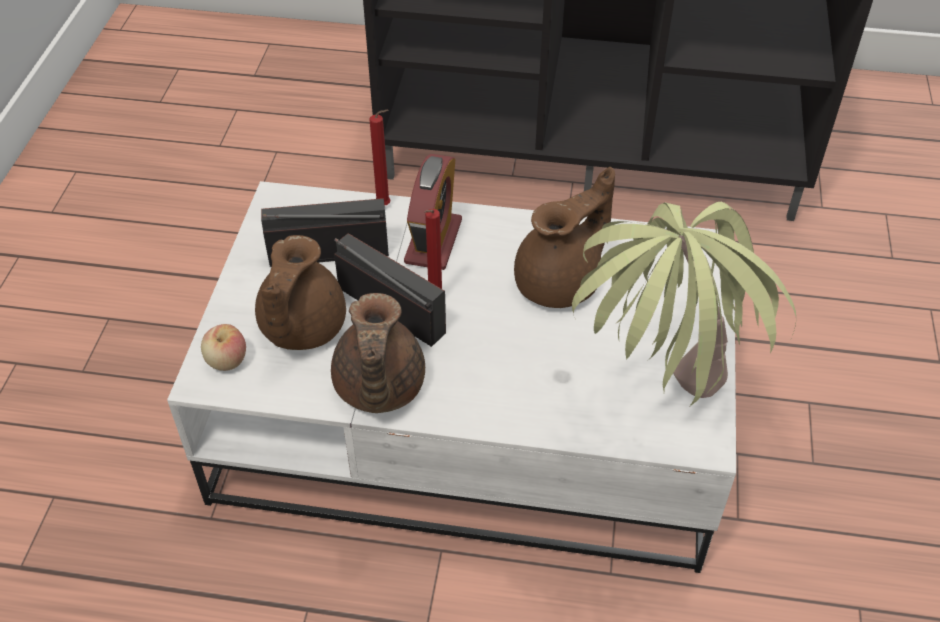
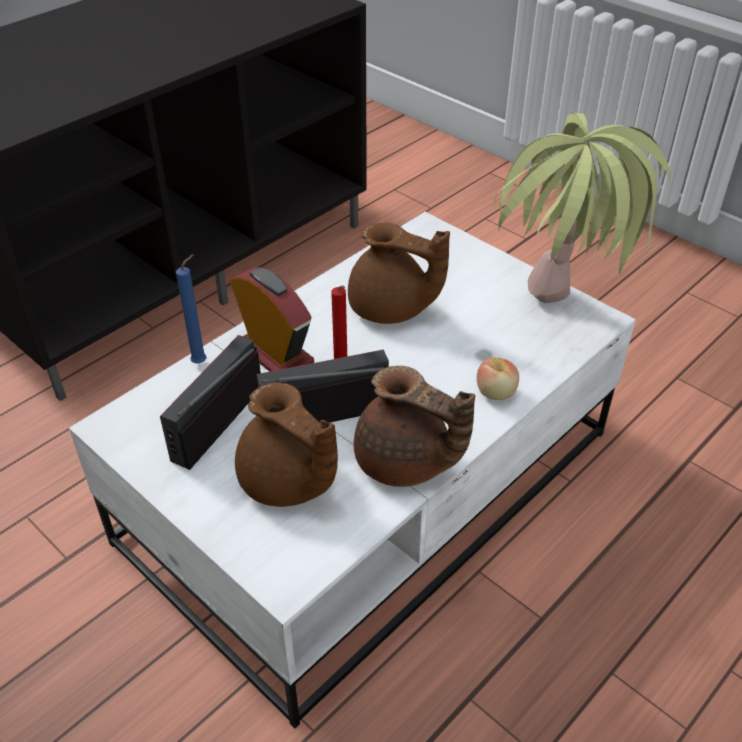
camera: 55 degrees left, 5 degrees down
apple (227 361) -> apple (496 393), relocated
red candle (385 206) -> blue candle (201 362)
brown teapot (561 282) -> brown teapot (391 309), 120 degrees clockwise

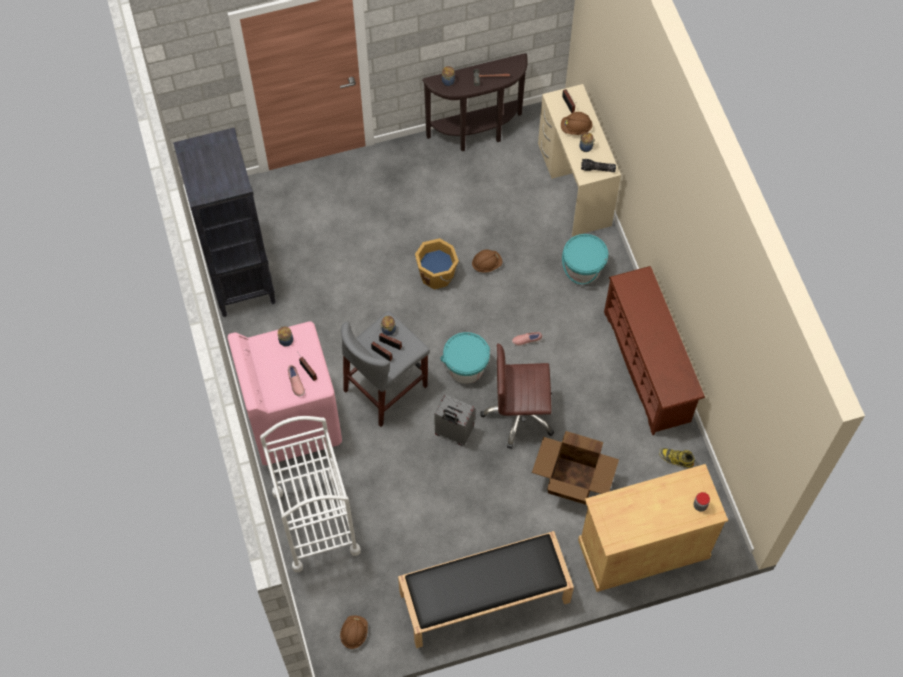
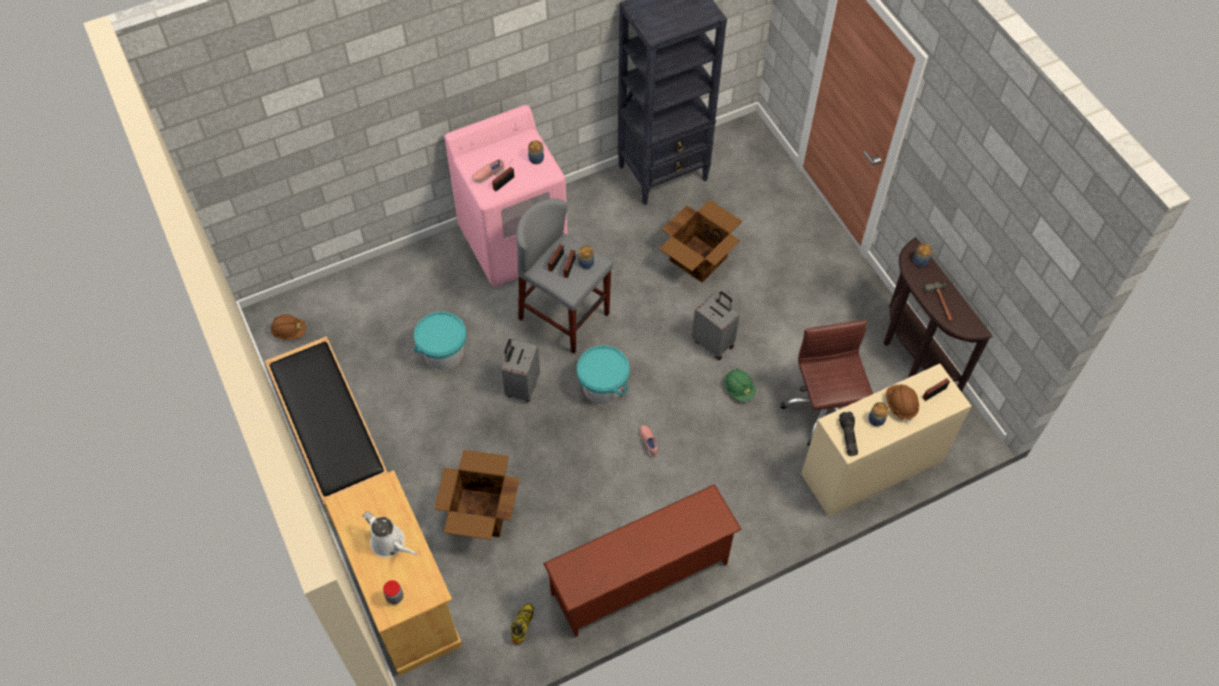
camera: 80 degrees right, 5 degrees down
white cart (316 522) -> none
none -> white watering can (390 543)
none -> cardboard box (699 258)
brown office chair (519 414) -> brown office chair (824 411), relocated
turquoise bucket (583 269) -> turquoise bucket (443 353), relocated
orange bucket (437 274) -> grey suitcase (714 343)
brown hard hat (486 264) -> green hard hat (738 389)

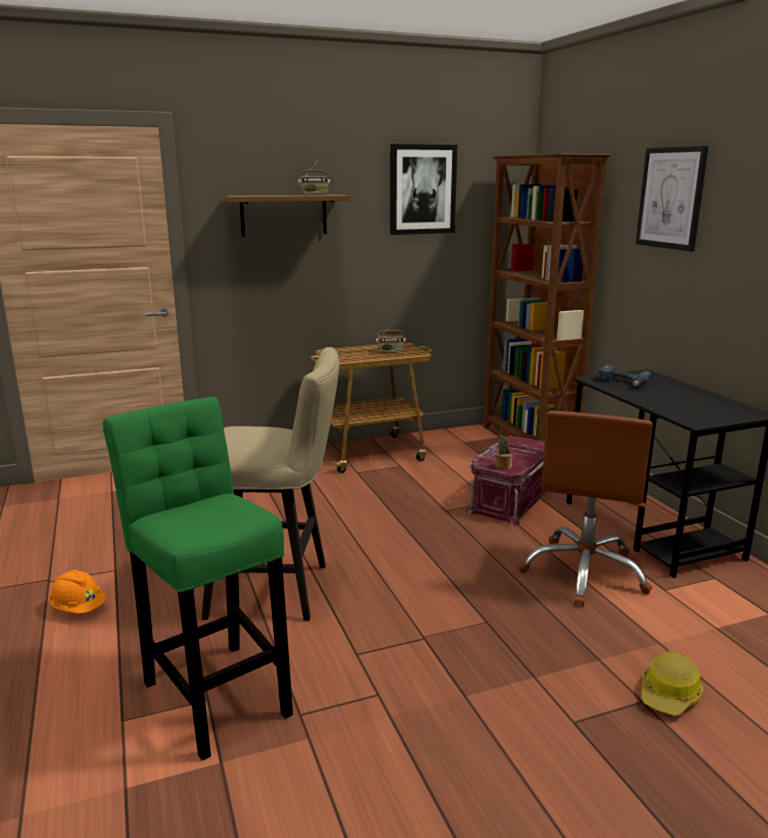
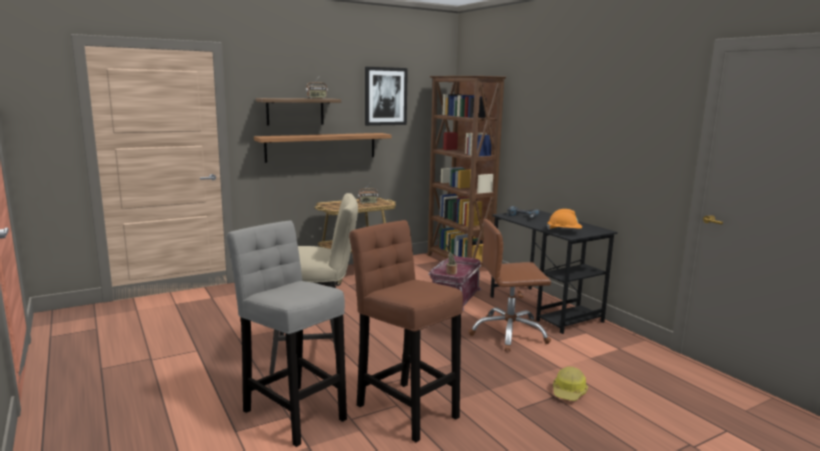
camera: 10 degrees left, 5 degrees down
picture (671 198) -> none
none -> shelf (321 147)
none -> brown stool (404 408)
orange hard hat (79 608) -> orange hard hat (564 231), relocated
green stool (215 692) -> grey stool (292 412)
brown office chair (584 572) -> brown office chair (509 334), 75 degrees clockwise

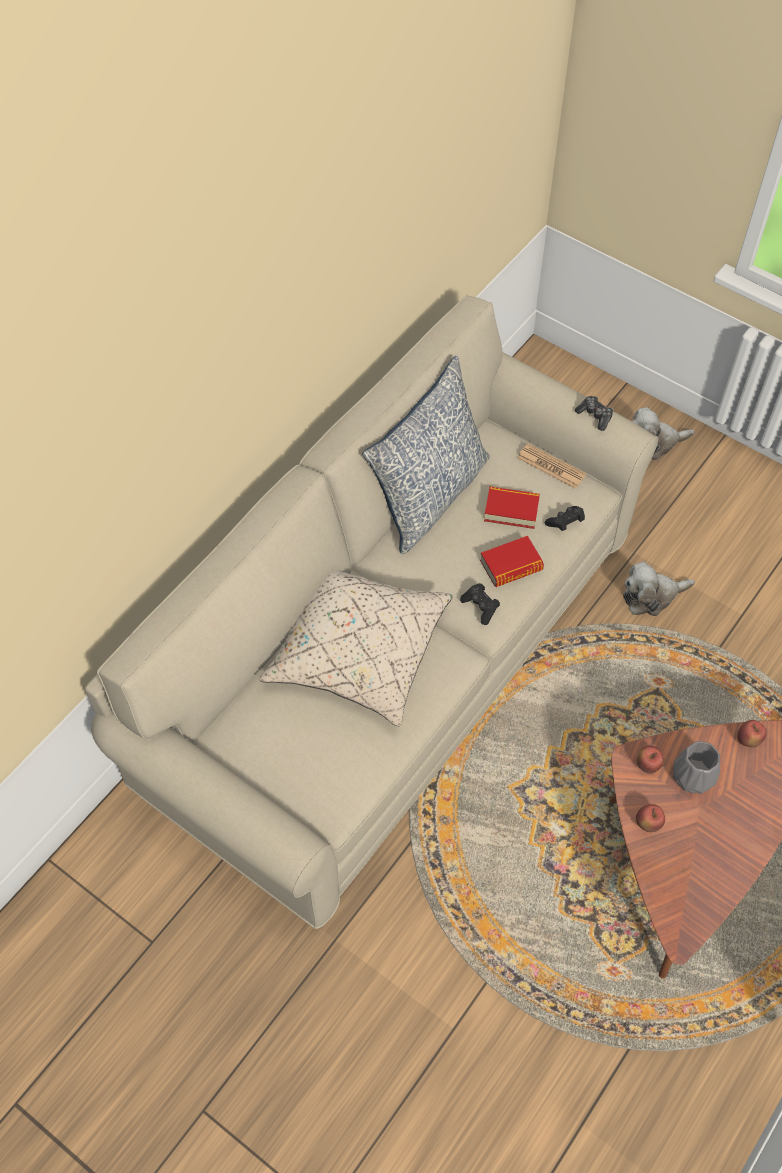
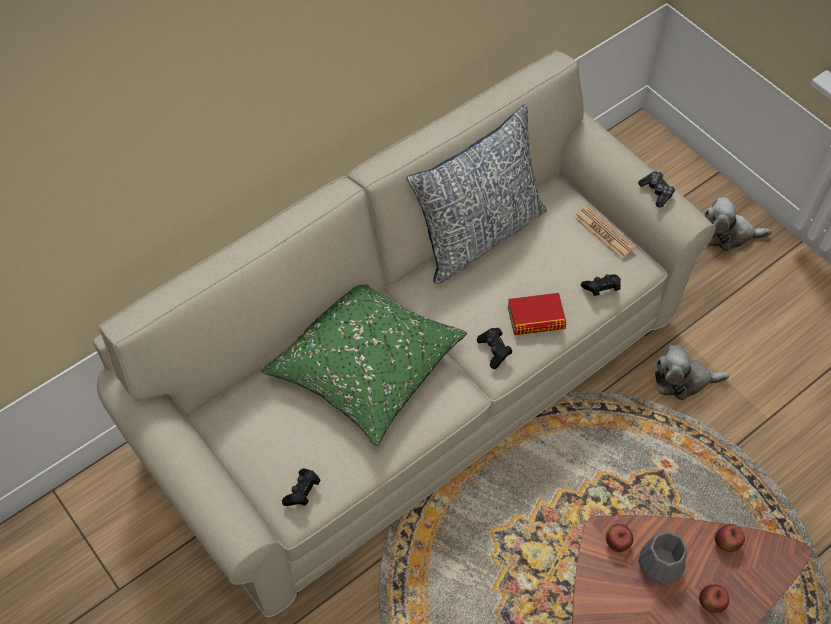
camera: 15 degrees right, 0 degrees up
book (511 510) -> none
none -> black game controller (302 492)
apple (647 824) -> apple (710 603), relocated
beige pillow (357 650) -> green pillow (364 364)

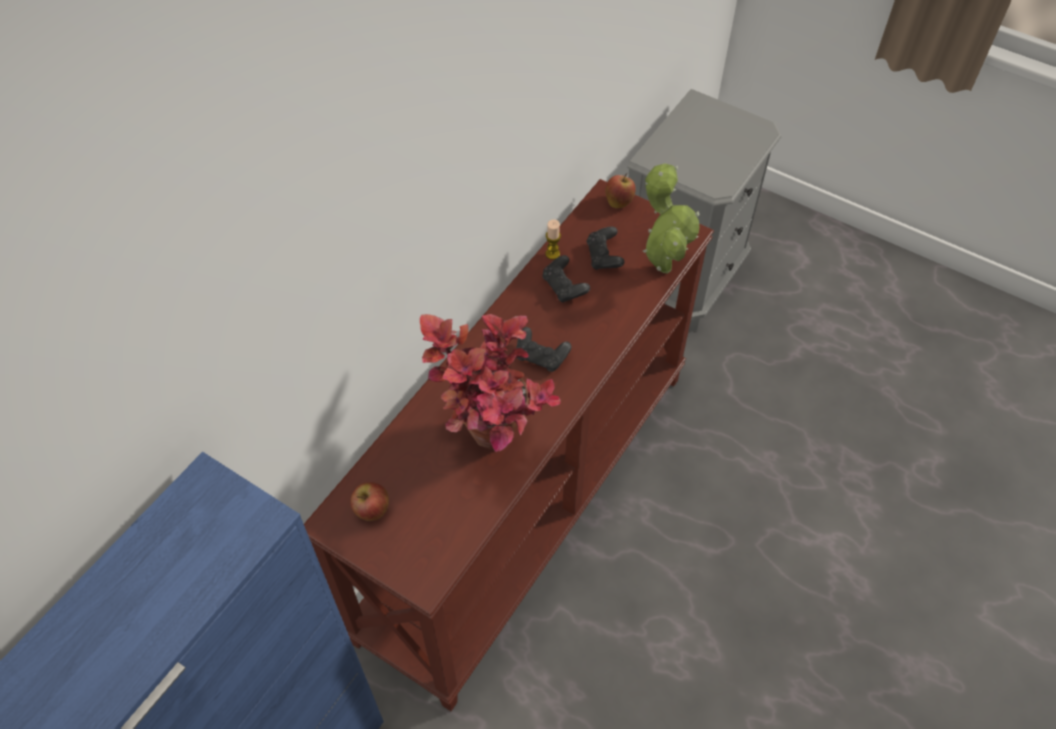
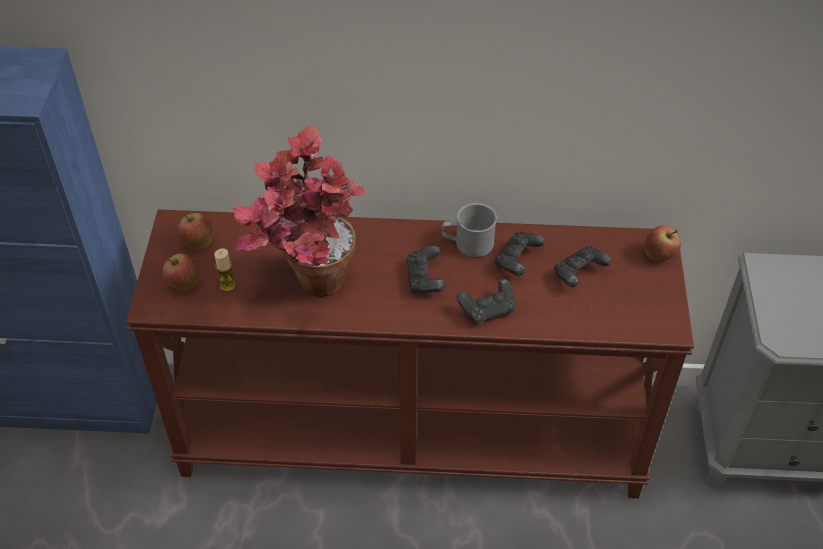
camera: 60 degrees right, 5 degrees down
potted plant (662 264) -> none
none -> apple (184 284)
none -> grey mug (468 243)
none -> black game controller (487 310)
candle (552 254) -> candle (227 285), relocated

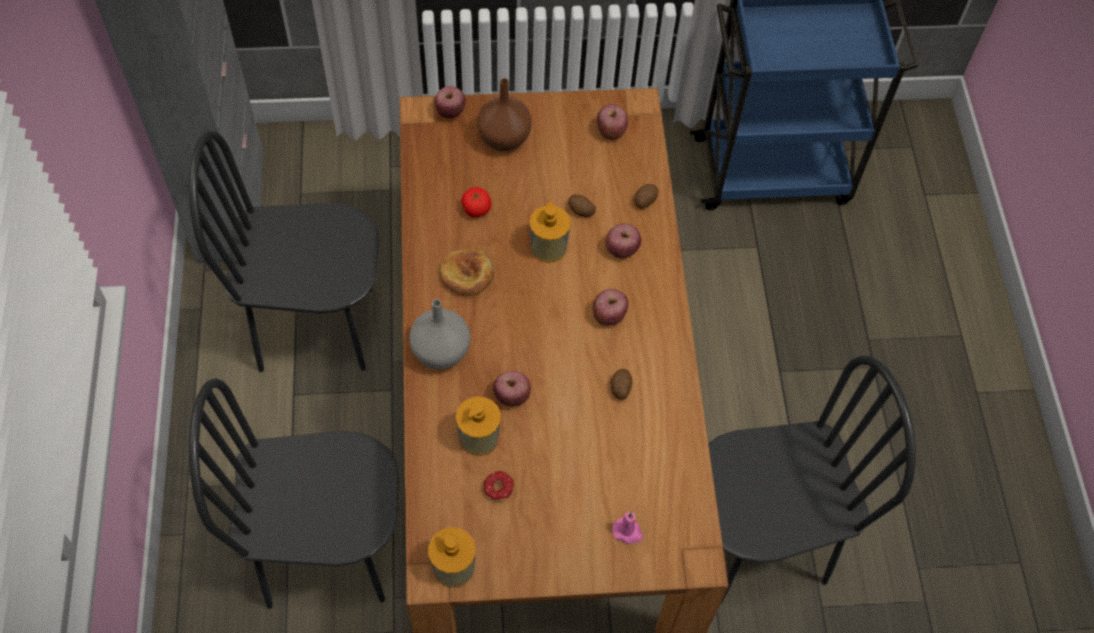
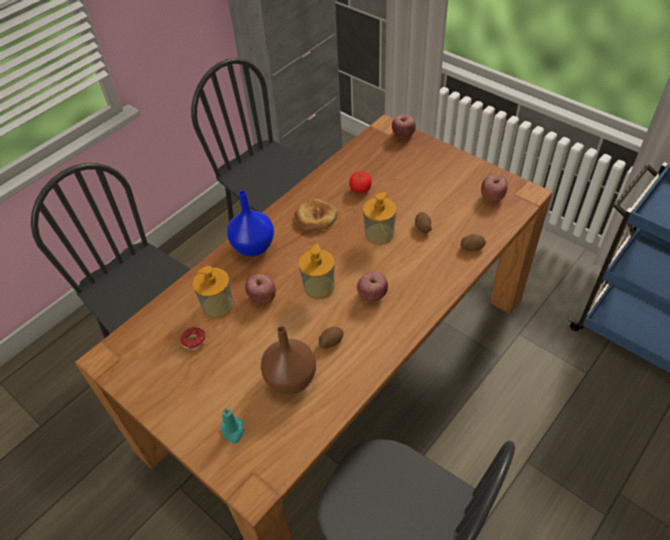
camera: 50 degrees right, 10 degrees down
apple (621 250) -> none
soap dispenser (453 567) -> soap dispenser (319 287), relocated
brown vase (503 139) -> brown vase (290 379), relocated
grey vase (440 351) -> blue vase (253 246)
pink candle (628 532) -> turquoise candle (233 431)

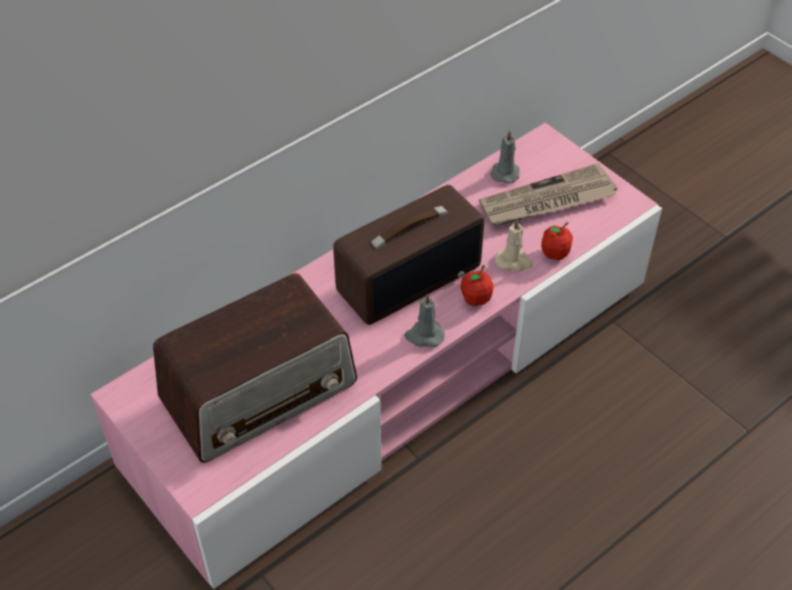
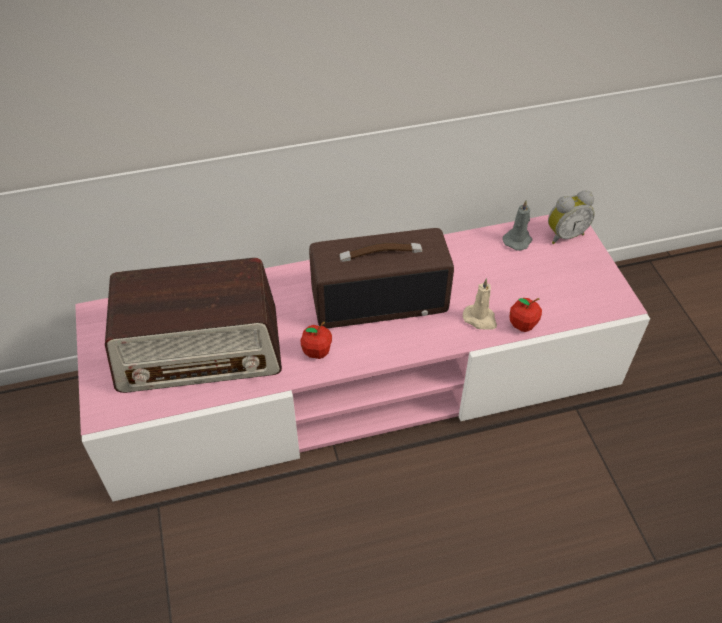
camera: 25 degrees right, 0 degrees up
grey candle (424 335) -> none
newspaper (547 201) -> none
none -> alarm clock (564 235)
apple (476 299) -> apple (317 351), relocated

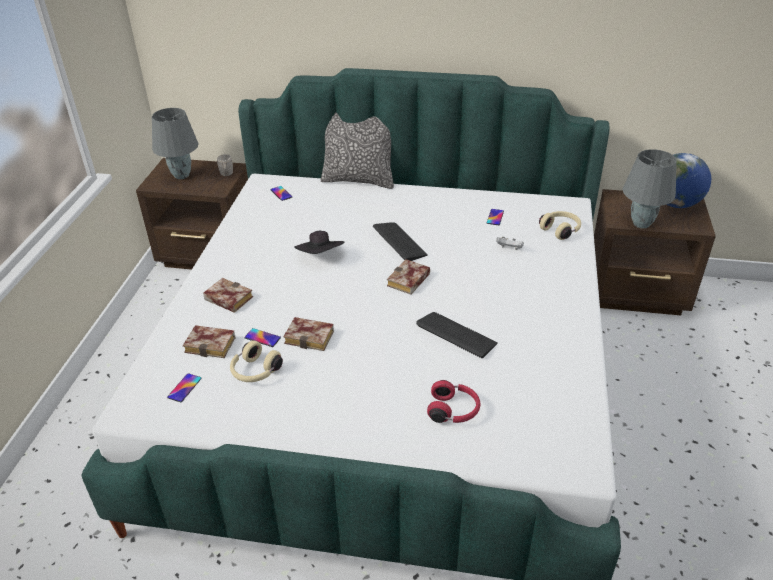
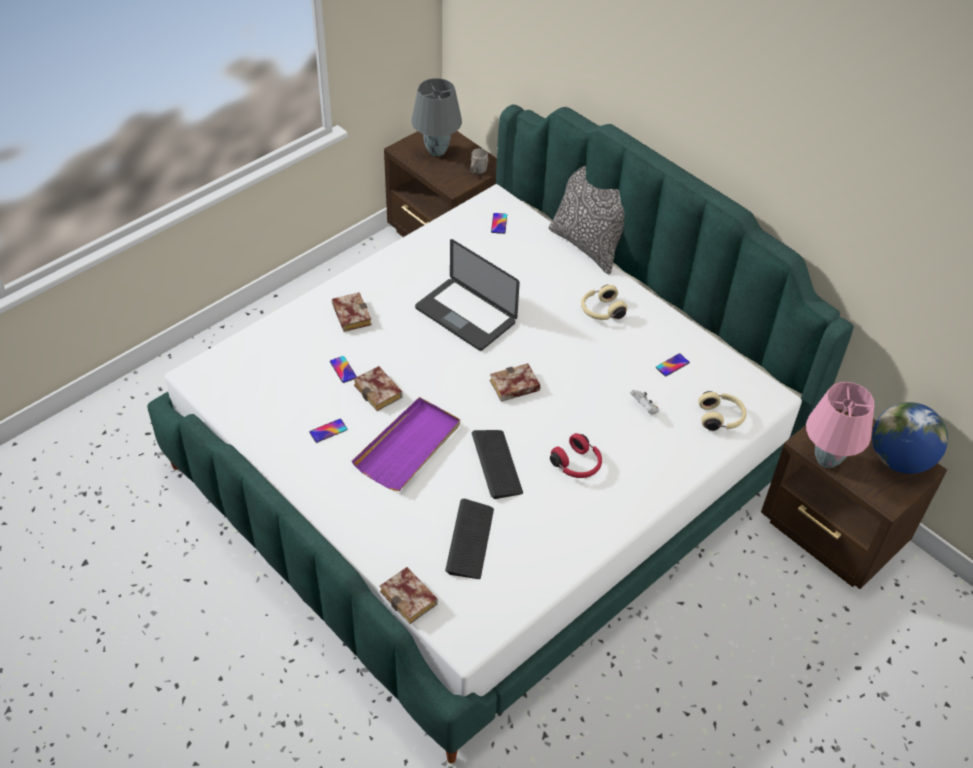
camera: 35 degrees right, 10 degrees up
none -> purple tray (409 446)
phone (184 388) -> phone (328 431), relocated
book (212 344) -> book (411 599), relocated
beige headphones (255 371) -> beige headphones (601 311), relocated
keyboard (399 242) -> keyboard (470 540), relocated
red headphones (454 410) -> red headphones (577 465), relocated
black hat (321 256) -> laptop (465 315)
grey table lamp (640 223) -> pink table lamp (827 459)

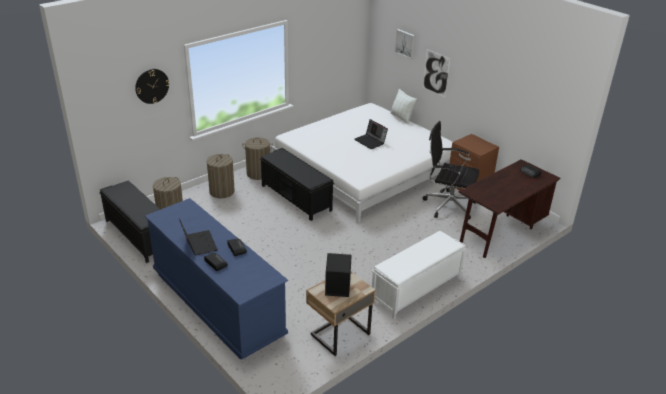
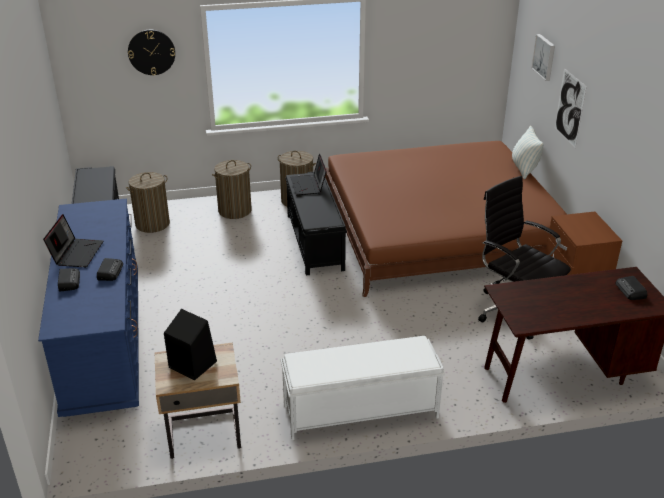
camera: 30 degrees right, 0 degrees up
laptop (370 141) -> laptop (308 185), relocated
white bed (364 168) -> brown bed (439 228)

